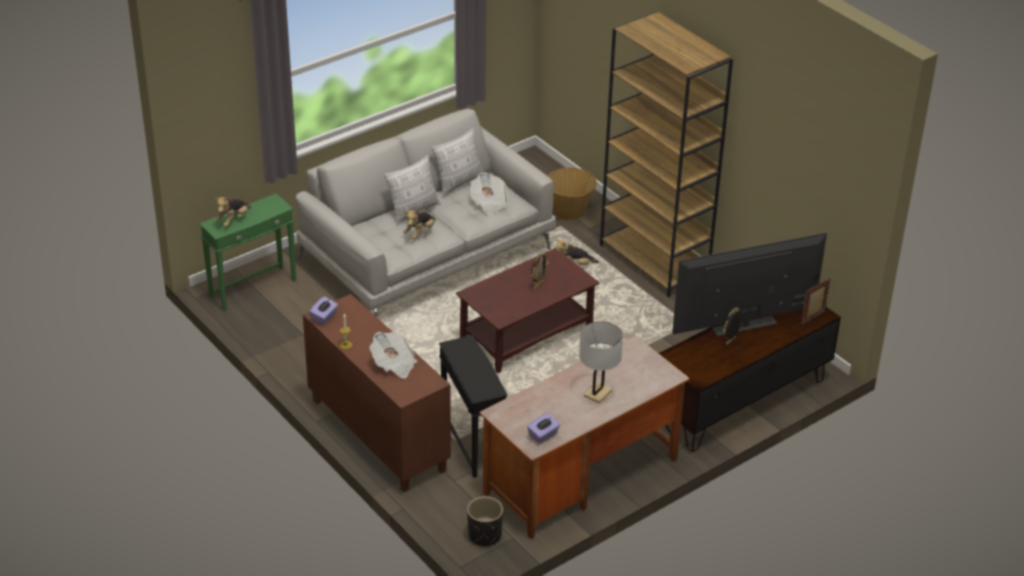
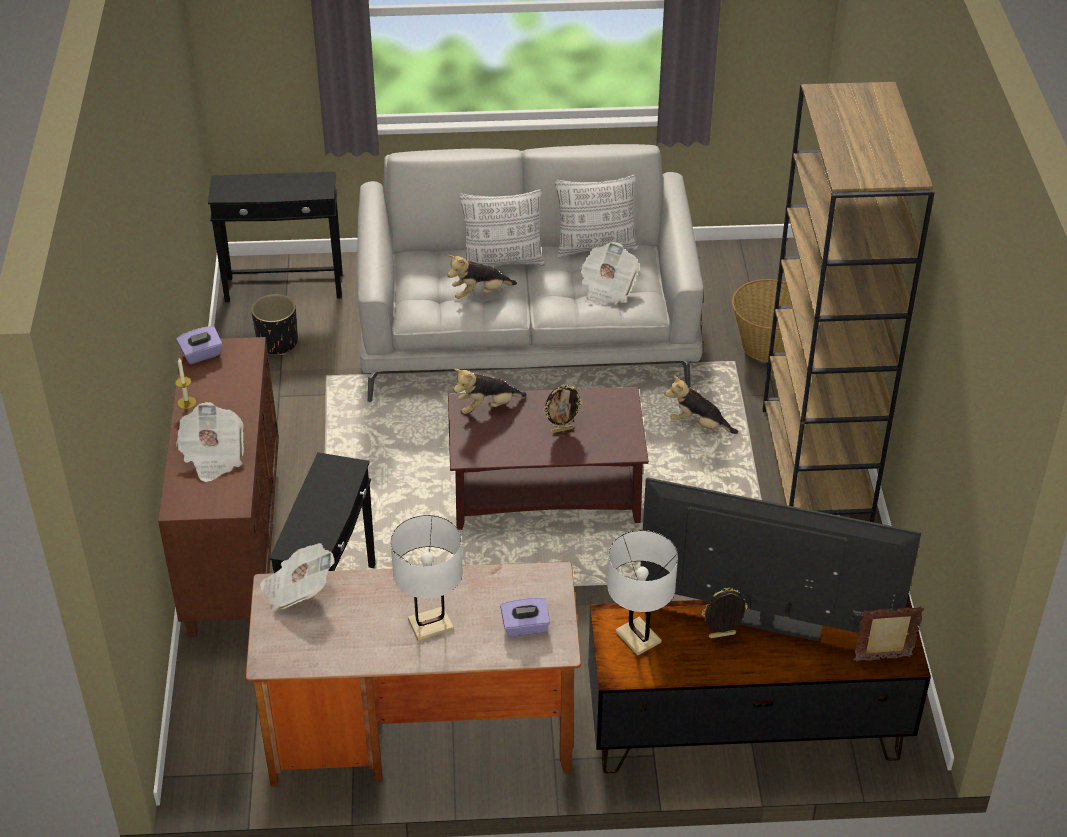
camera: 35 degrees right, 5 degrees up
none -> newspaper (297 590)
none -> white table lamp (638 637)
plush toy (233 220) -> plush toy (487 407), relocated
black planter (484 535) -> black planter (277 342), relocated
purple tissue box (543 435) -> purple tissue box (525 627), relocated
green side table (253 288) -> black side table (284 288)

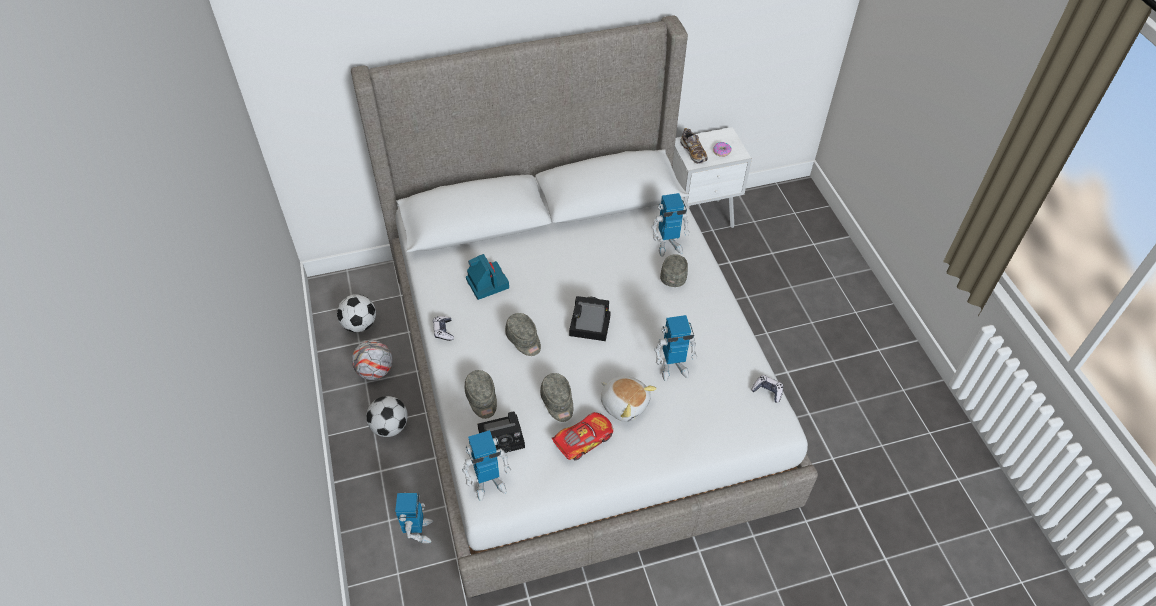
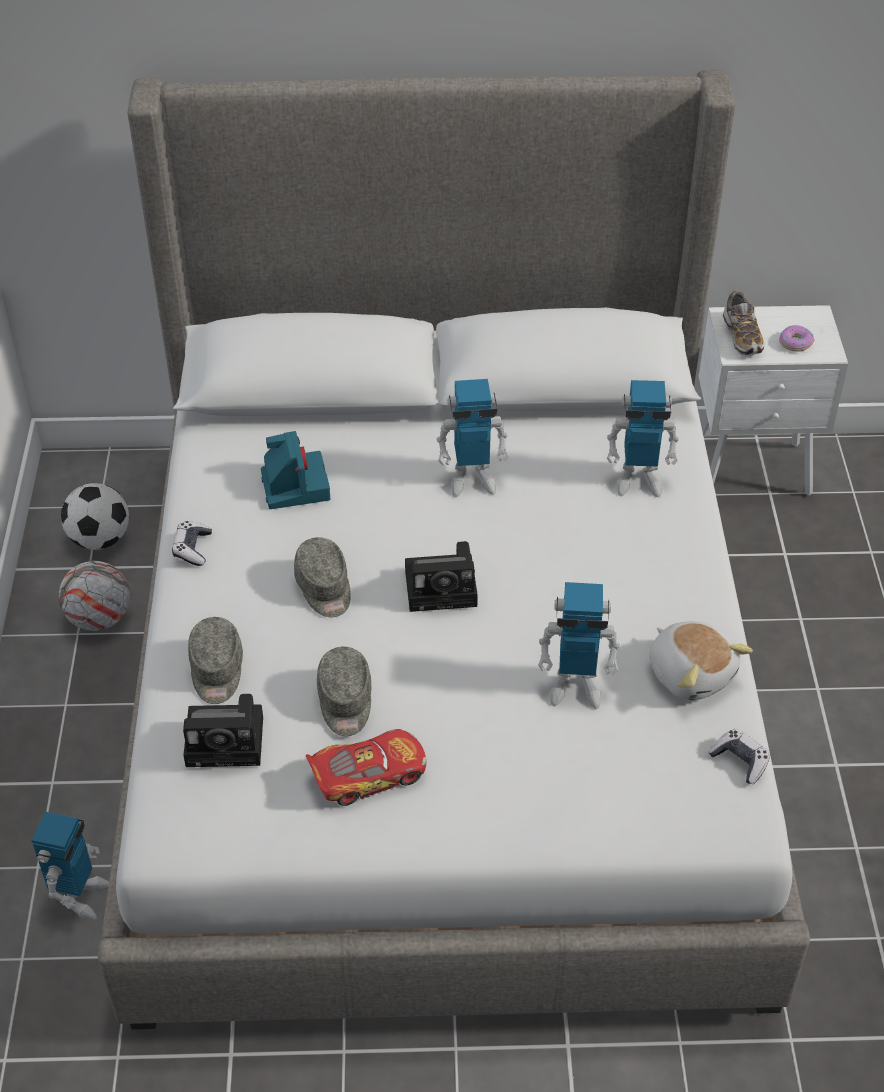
camera: 15 degrees right, 5 degrees down
football (390 426) -> none
grey cap (674 274) -> none
toy robot (488 483) -> toy robot (472 479), relocated
plush toy (624 404) -> plush toy (691 673), relocated
photo camera (587 326) -> photo camera (444 587), 150 degrees clockwise

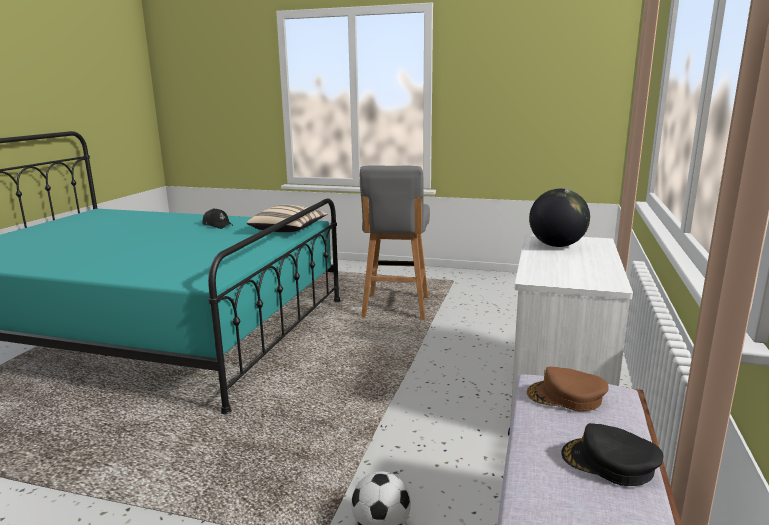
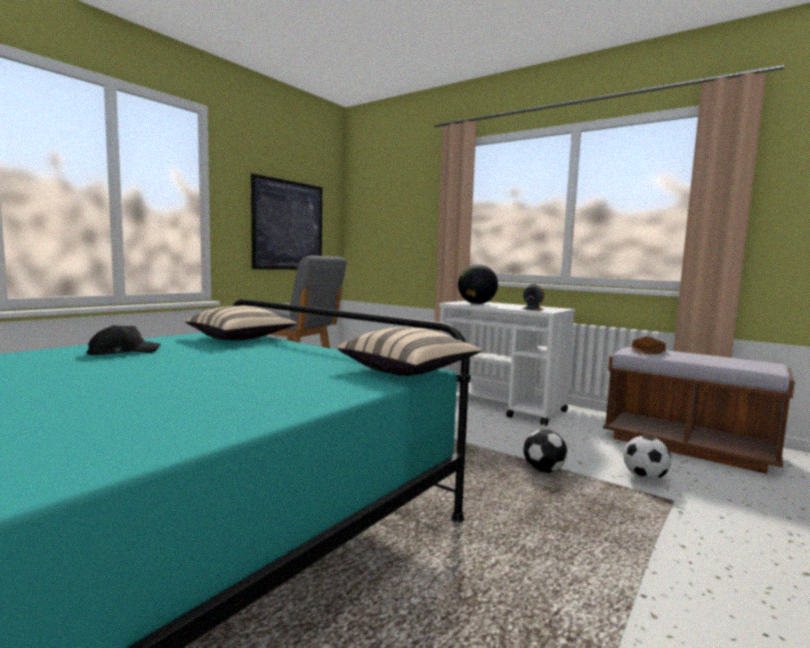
camera: 70 degrees left, 10 degrees down
black cap (609 463) -> none
none -> picture (288 225)
none -> beige pillow (409 370)
none -> alarm clock (532 309)
none -> football (543 470)

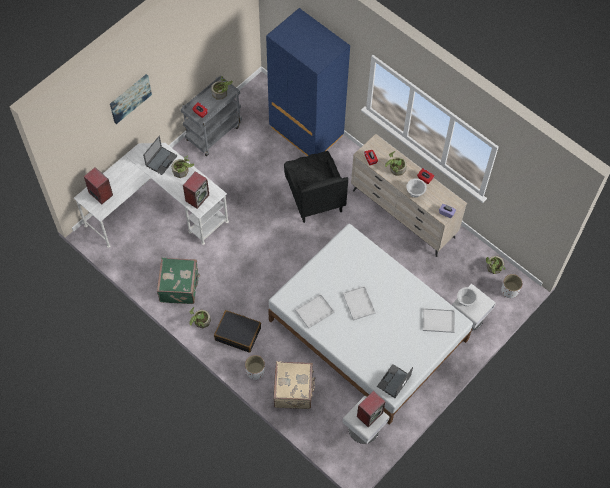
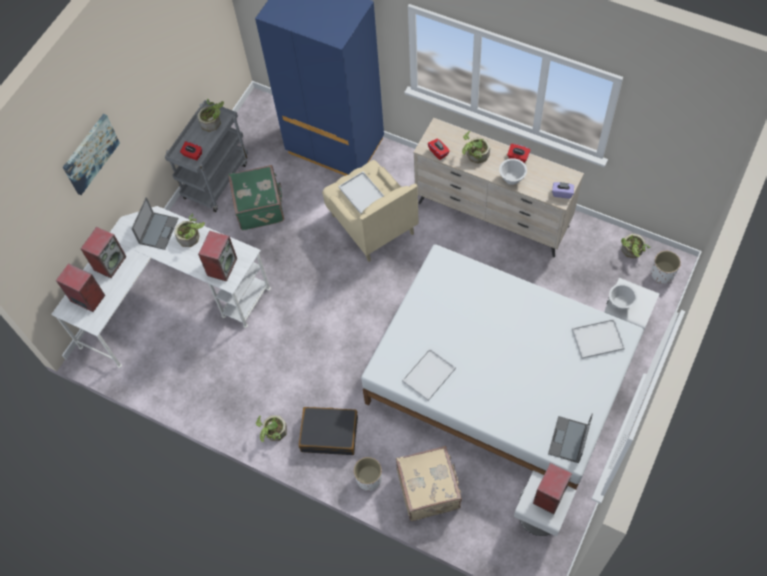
camera: 10 degrees left, 0 degrees up
none -> speaker (110 263)
green suitcase (180 286) -> green suitcase (260 206), relocated
white tray (359 304) -> white tray (363 193), relocated
black armchair (314 196) -> beige armchair (371 224)

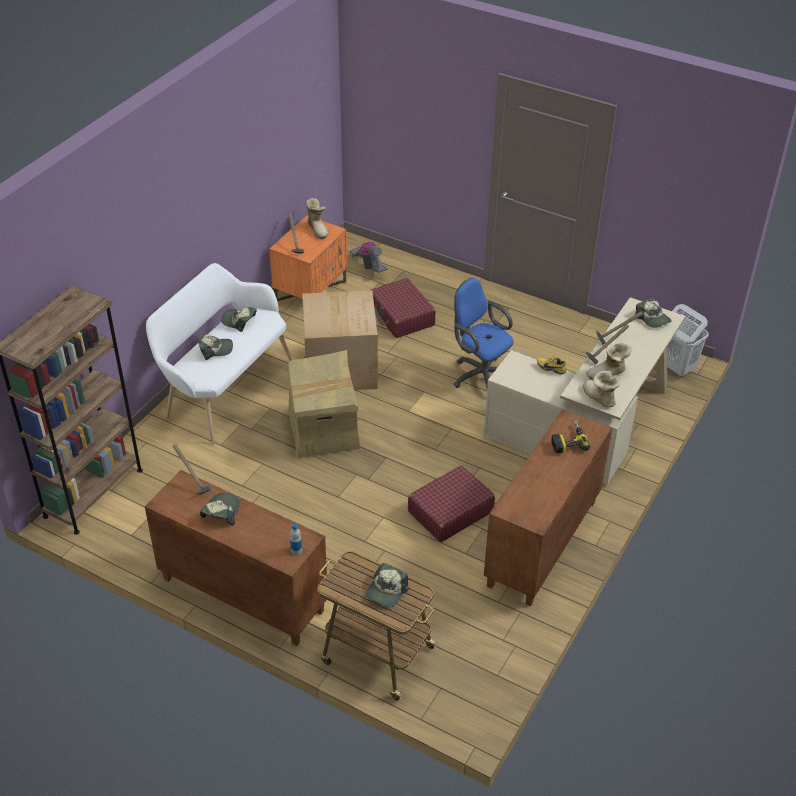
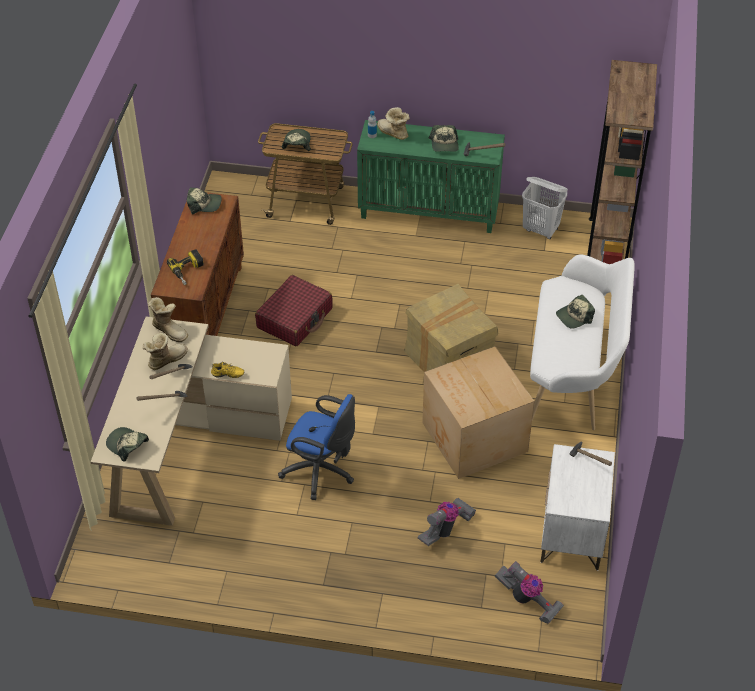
camera: 160 degrees right, 5 degrees up
cap (239 321) -> cap (204 204), relocated
boot (318 229) -> boot (392 133), relocated
white laundry basket (676 367) -> white laundry basket (541 230), relocated
red suitcase (401 316) -> vacuum cleaner (445 529)
brown cabinet (241 595) -> green cabinet (429 212)
orange nightstand (311 292) -> white nightstand (572 533)

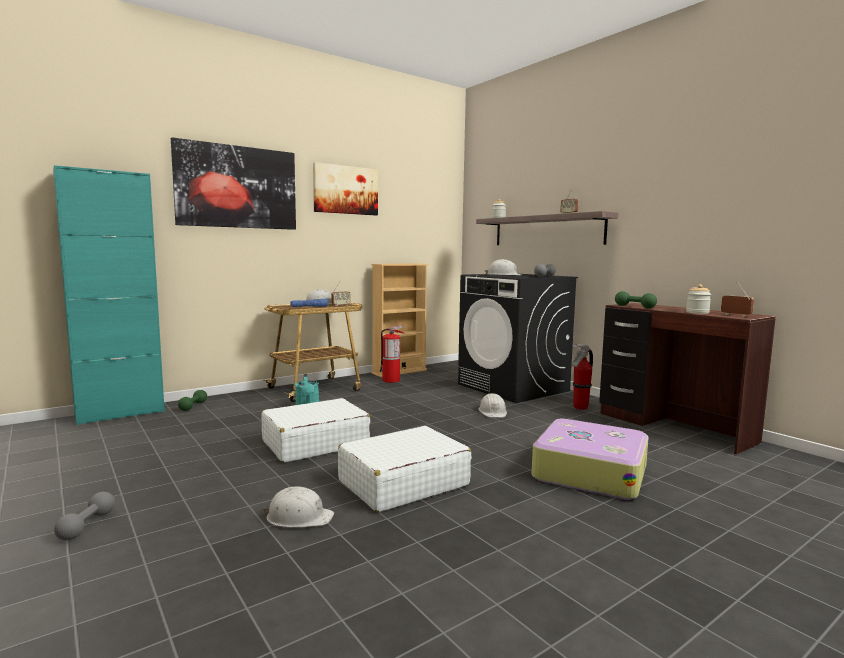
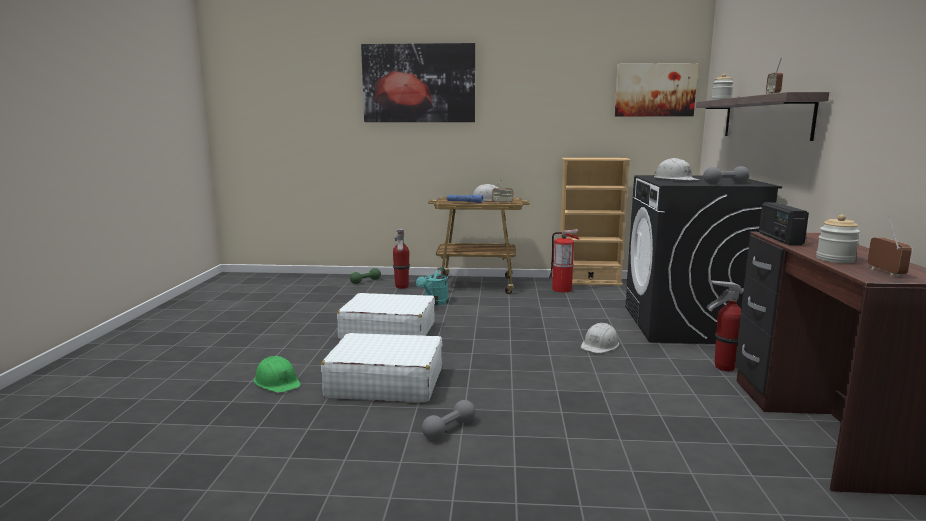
camera: 40 degrees right, 5 degrees up
turquoise cabinet (120 414) -> none
suitcase (589 472) -> none
none -> fire extinguisher (401 287)
grey dumbbell (87 526) -> grey dumbbell (449 429), relocated
picture (345 190) -> picture (655 90), relocated
green dumbbell (634 307) -> radio (779 239)
white hard hat (299 517) -> green hard hat (277 382)

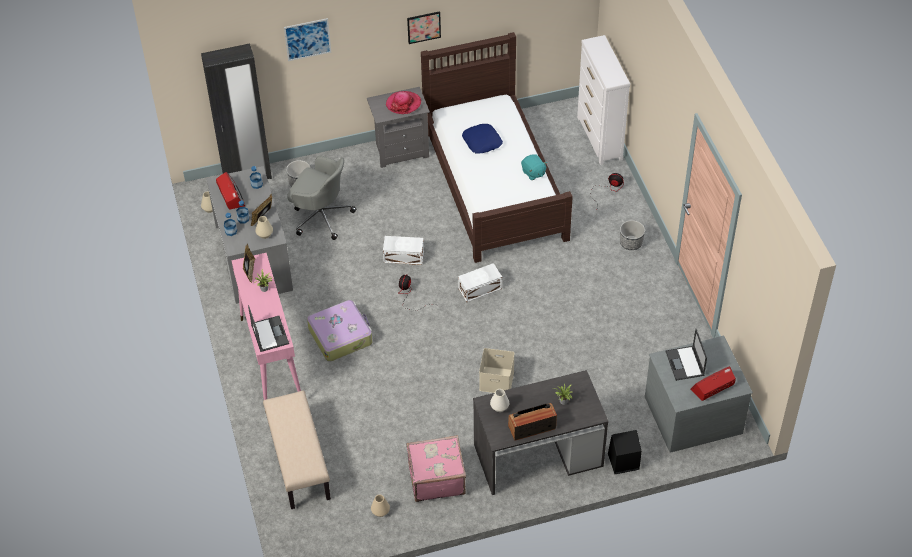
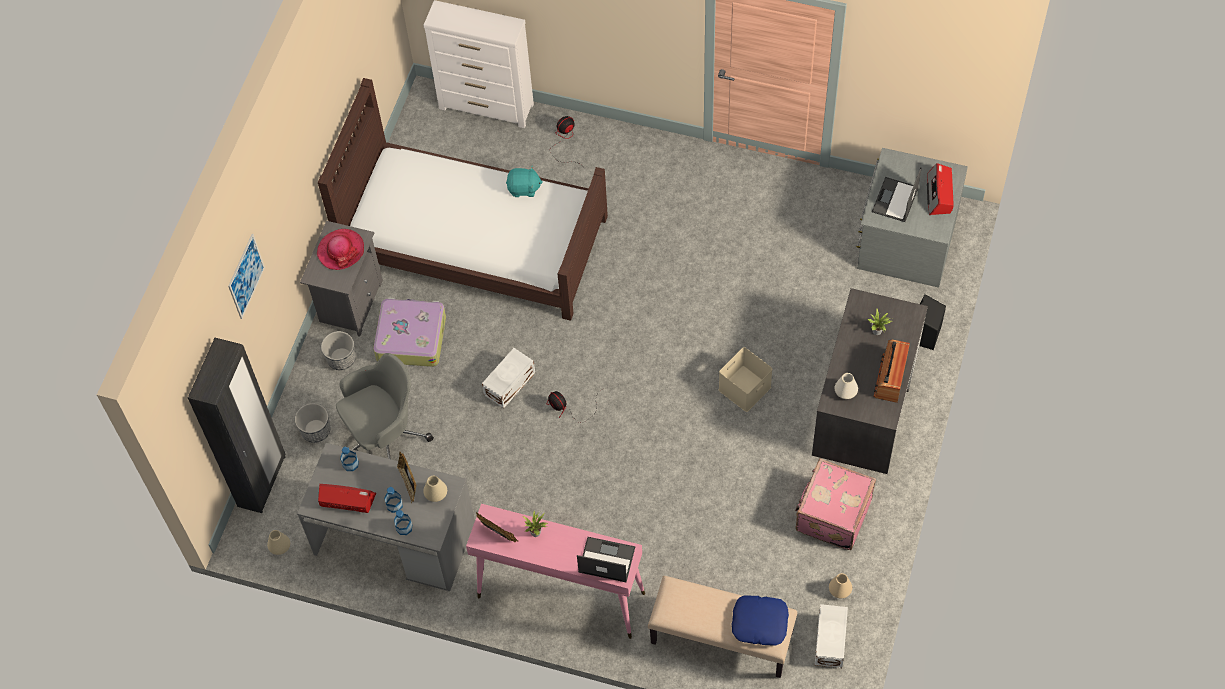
camera: 55 degrees left, 10 degrees up
picture (424 27) -> none
suitcase (341 335) -> suitcase (411 337), relocated
white storage box (481 289) -> white storage box (831 640), relocated
blue pillow (482 142) -> blue pillow (760 622), relocated
planter (630 243) -> planter (341 359), relocated
laptop (685 364) -> laptop (895 200), 90 degrees clockwise

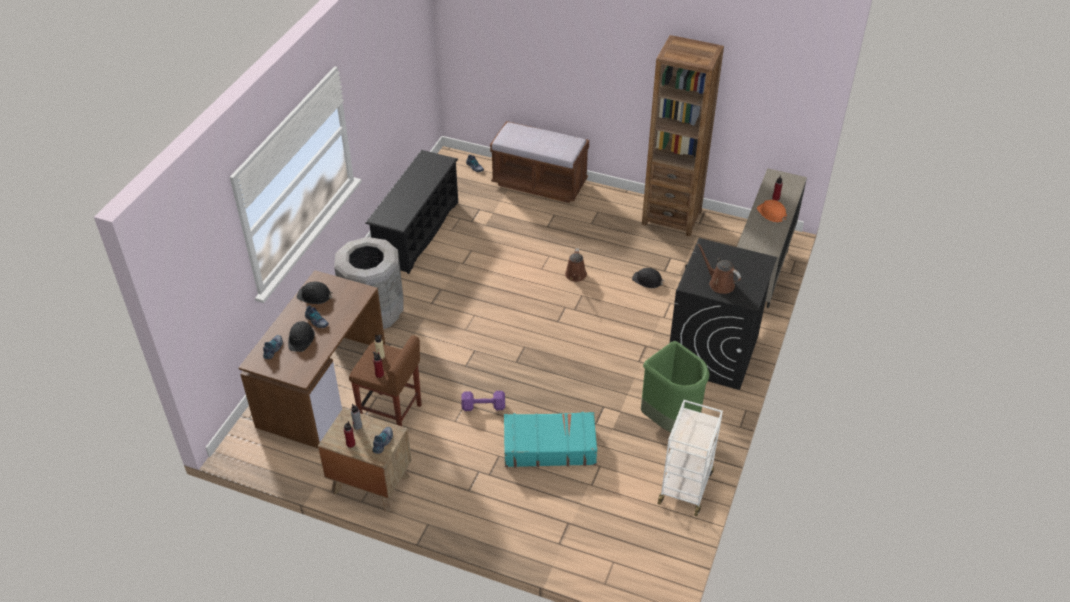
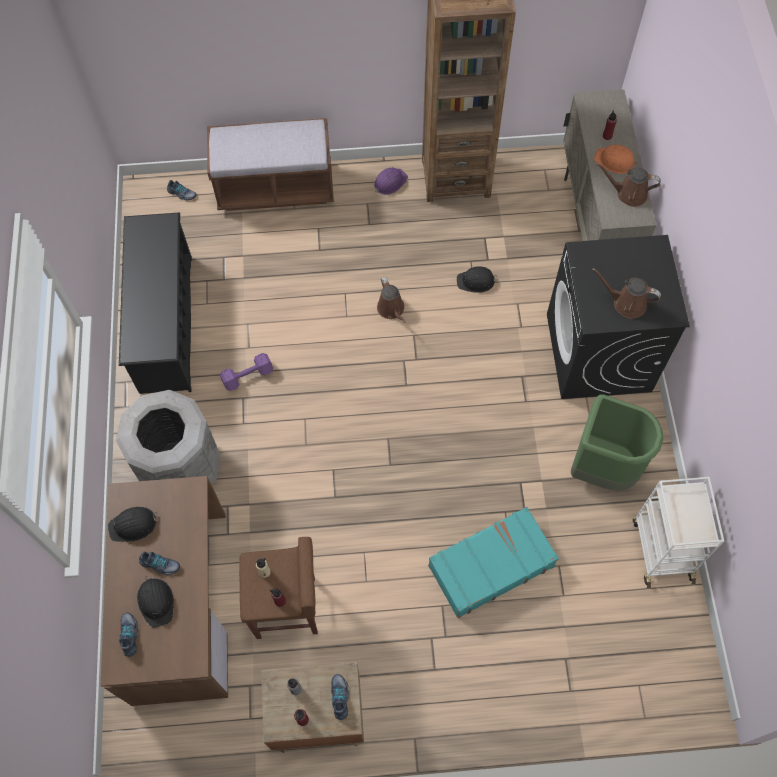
camera: 25 degrees left, 20 degrees up
none -> purple hard hat (390 182)
none -> brown watering can (628 194)
purple dumbbell (484 407) -> purple dumbbell (249 376), relocated

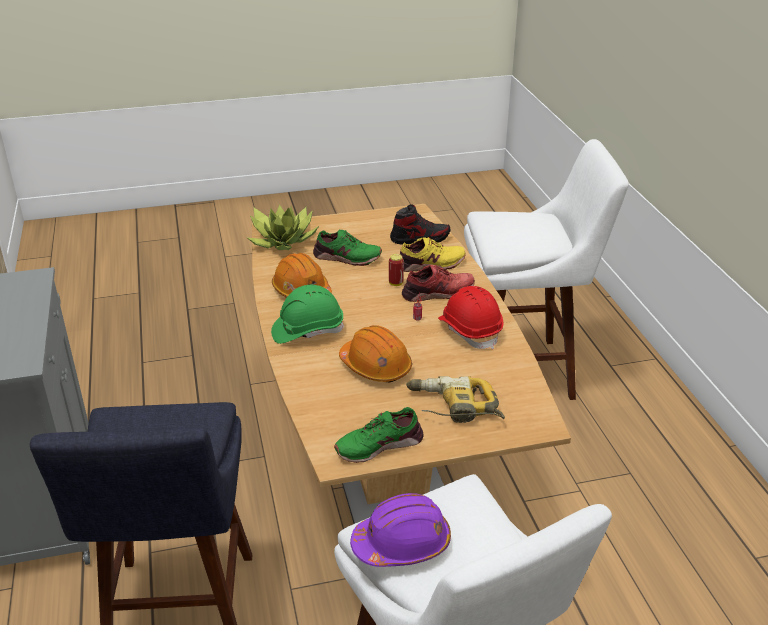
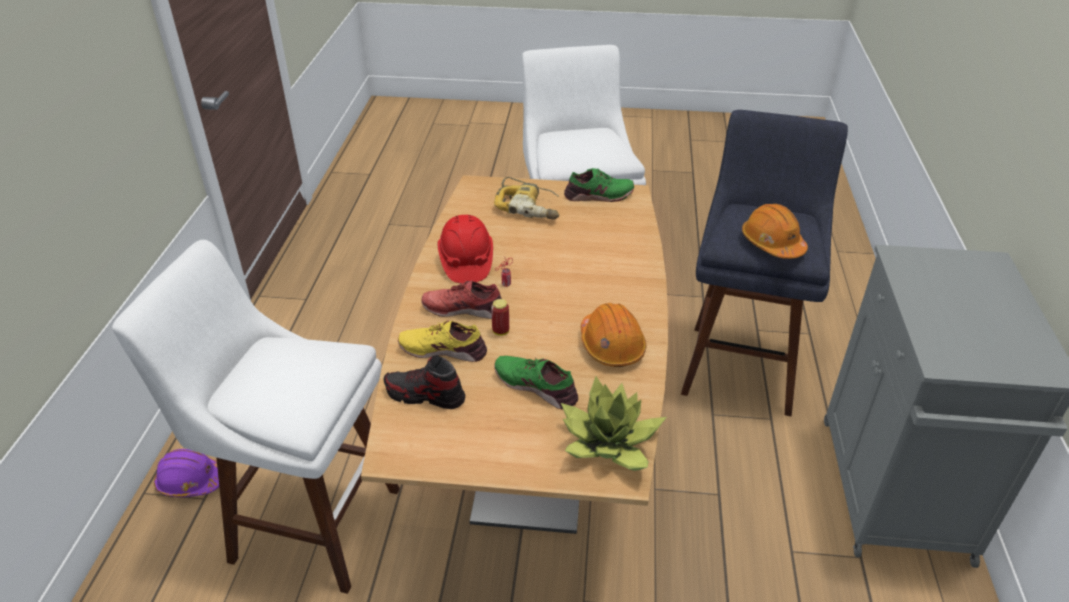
camera: 160 degrees left, 5 degrees up
green hard hat (307 330) -> none
orange hard hat (375 366) -> orange hard hat (772 243), relocated
purple hard hat (402 543) -> purple hard hat (191 481), relocated

